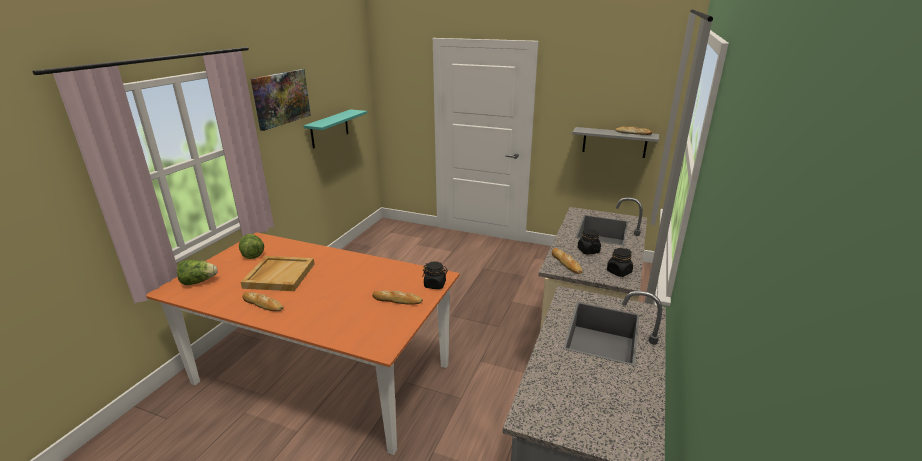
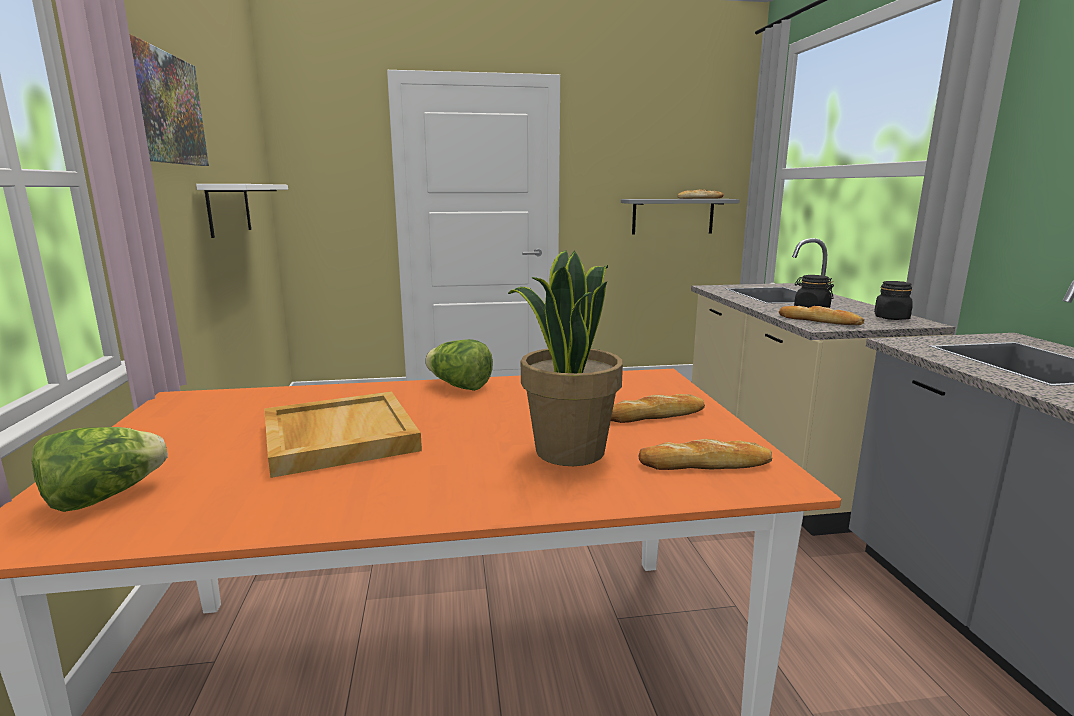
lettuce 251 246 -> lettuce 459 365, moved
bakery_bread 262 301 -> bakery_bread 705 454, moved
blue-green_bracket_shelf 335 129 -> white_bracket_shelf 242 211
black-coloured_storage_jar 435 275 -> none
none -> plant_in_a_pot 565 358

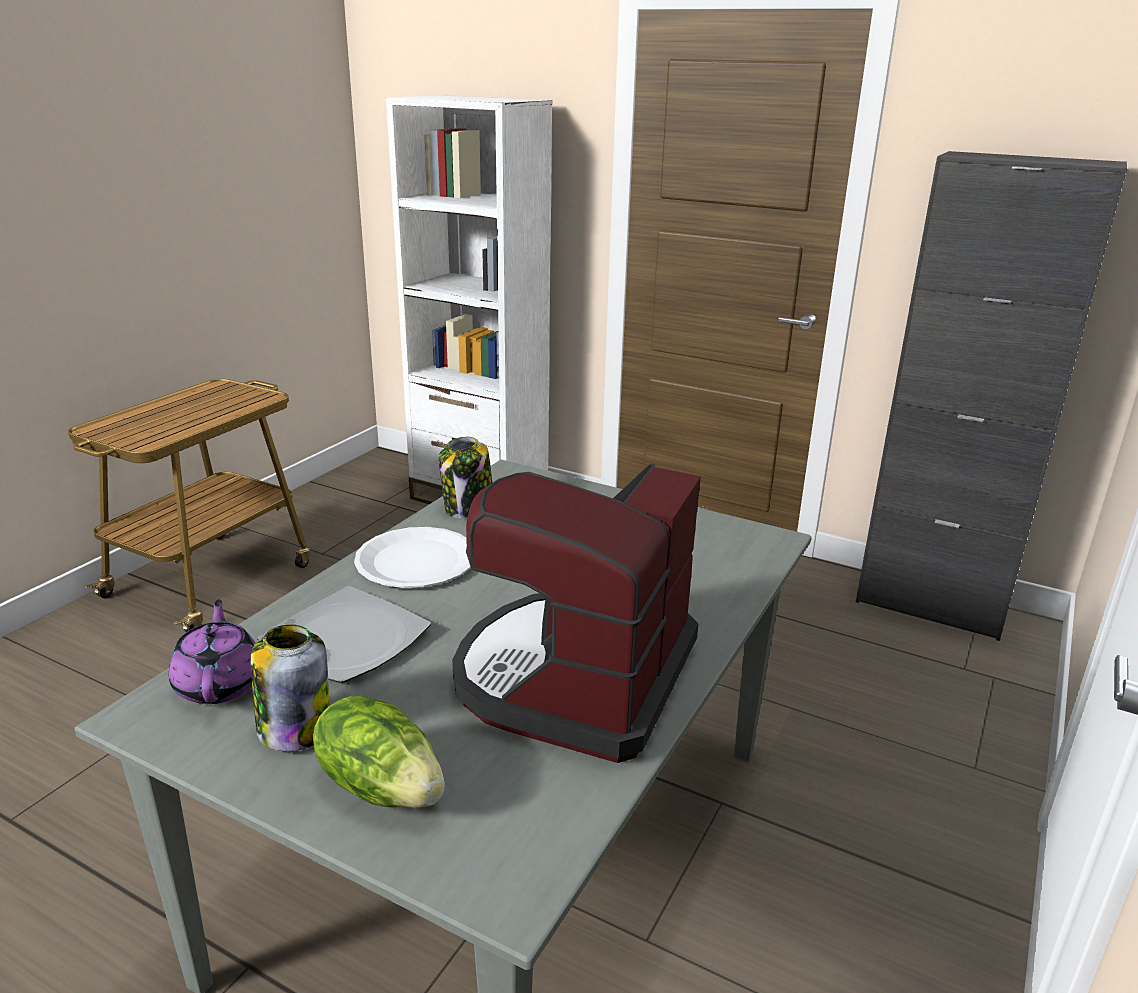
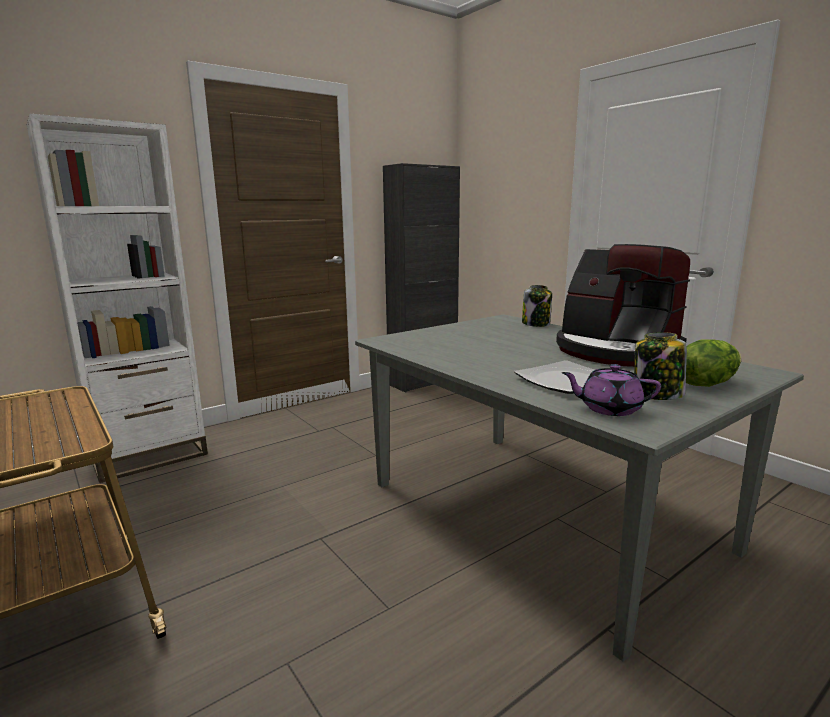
white_flat_dish 412 557 -> none
storage_jar 465 477 -> storage_jar 537 306, moved

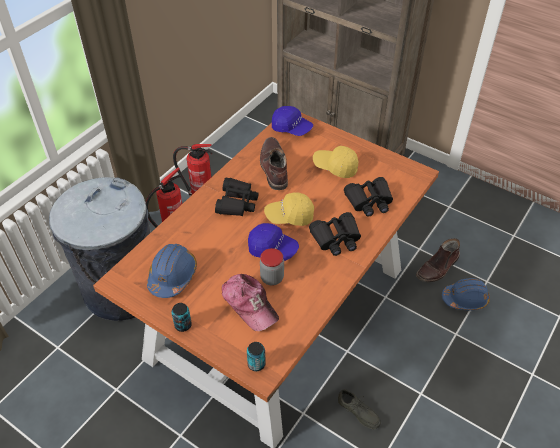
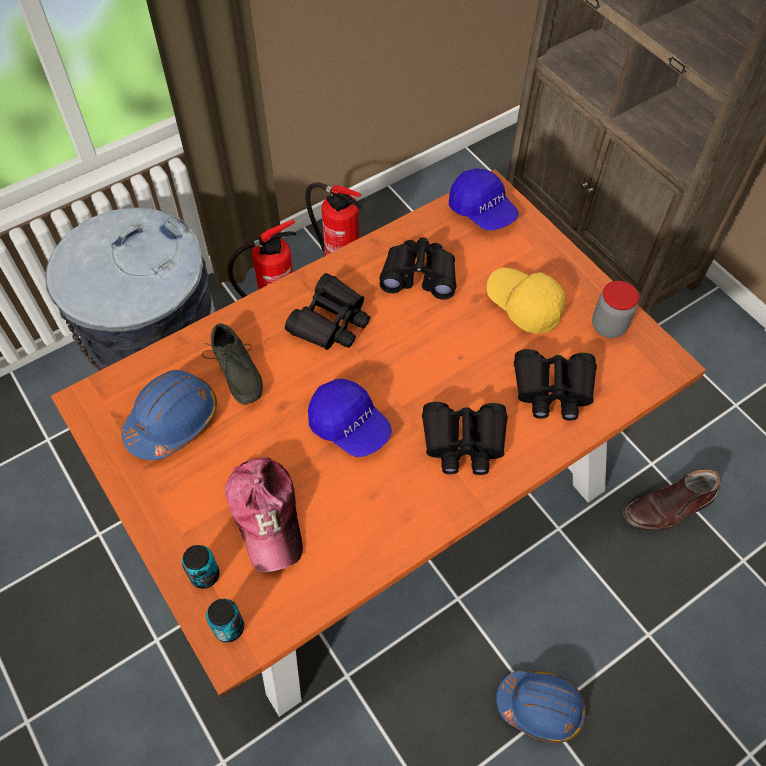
can 181 317 -> can 201 567, moved
brownish_high-top_boot 274 163 -> black-coloured_binoculars 417 268
storage_jar 272 266 -> storage_jar 616 309, moved
yellowish_peaked_cap 289 209 -> none
grey_item_of_footwear 359 409 -> grey_item_of_footwear 232 364, moved
blue-coloured_hard_hat 466 294 -> blue-coloured_hard_hat 541 707, moved

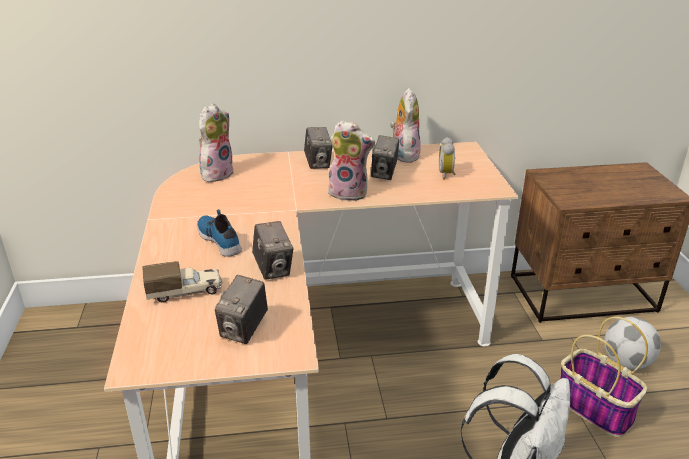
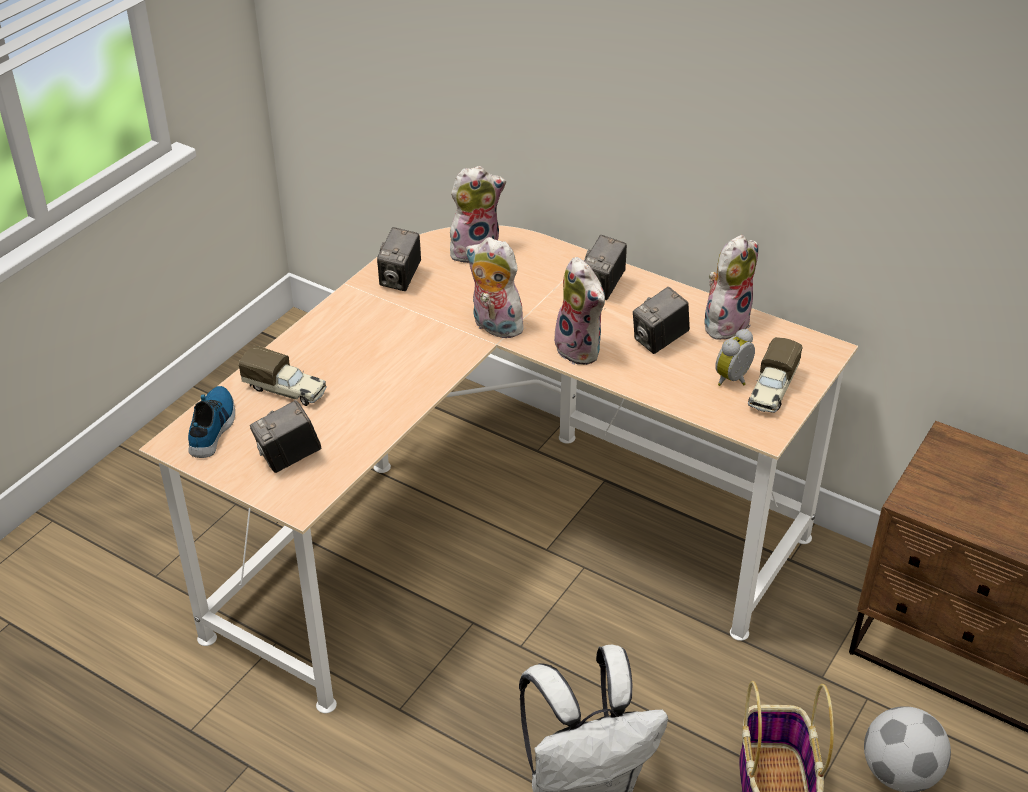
item_of_footwear 219 233 -> item_of_footwear 211 422, moved
still_camera 272 250 -> still_camera 399 259, moved
none -> cuddly_toy 498 287
none -> toy_truck 775 375

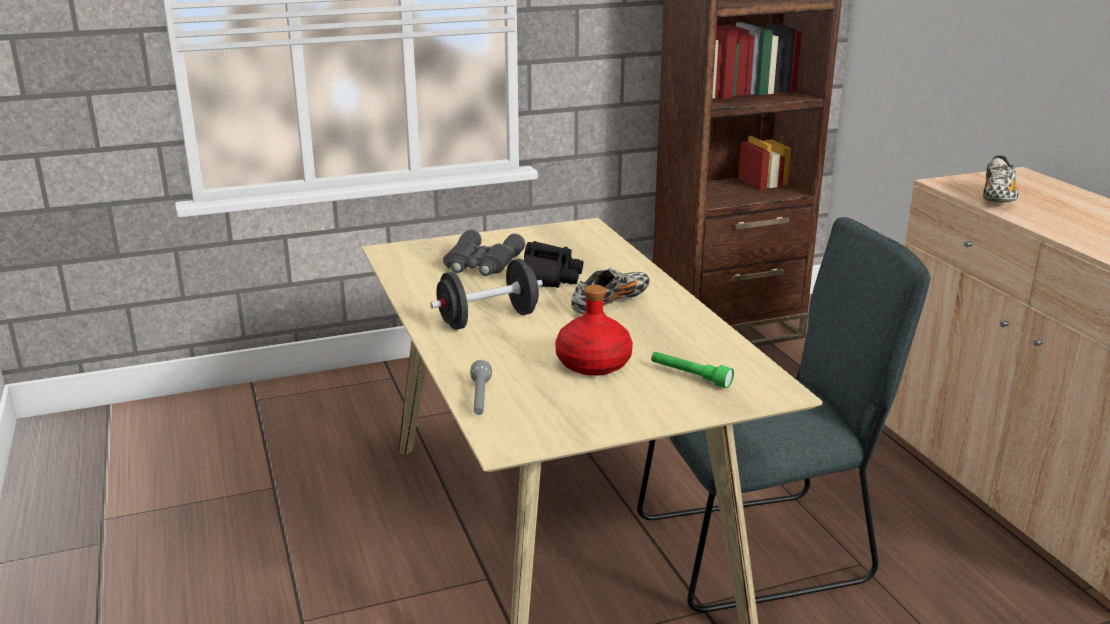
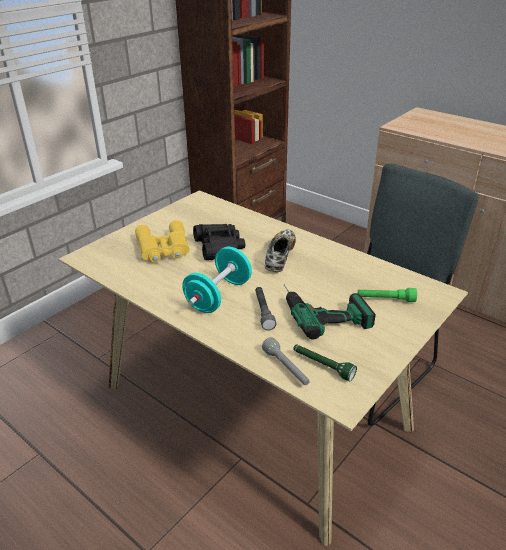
black-coloured_dumbbell 486 294 -> blue-green_dumbbell 217 280
grey_binoculars 484 252 -> yellowish_binoculars 162 241
red-coloured_drink_bottle 594 330 -> drill 330 312
item_of_footwear 1000 179 -> none
none -> grey_torch 265 309
none -> green-coloured_torch 325 363

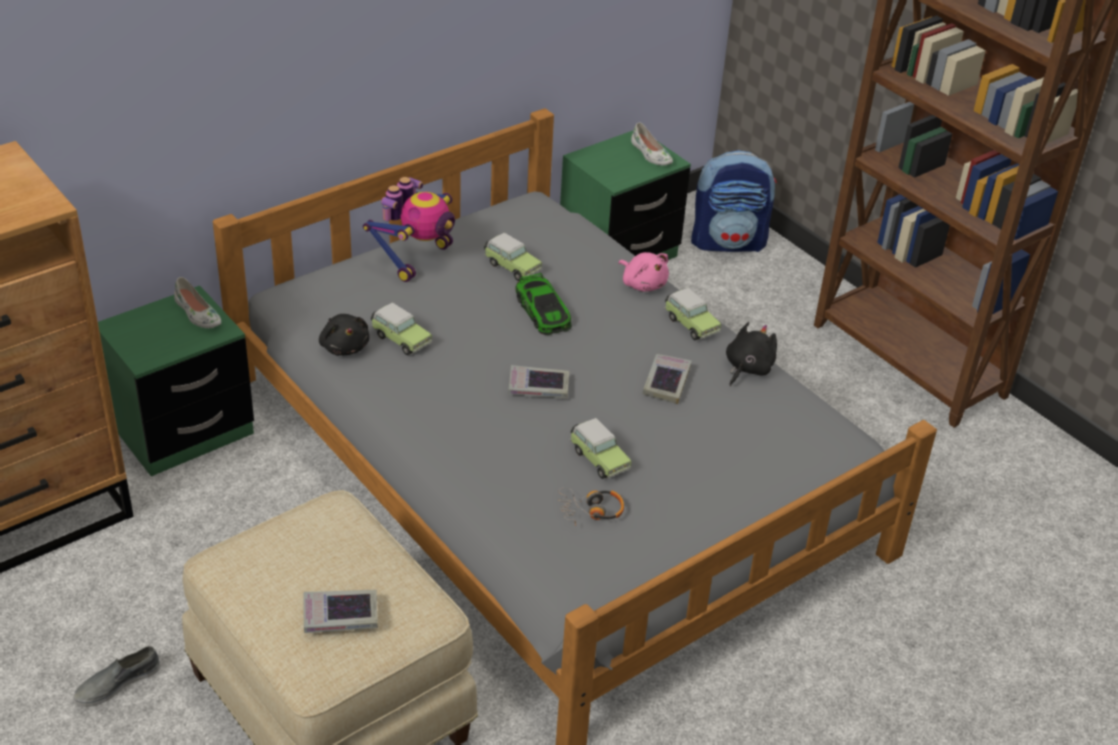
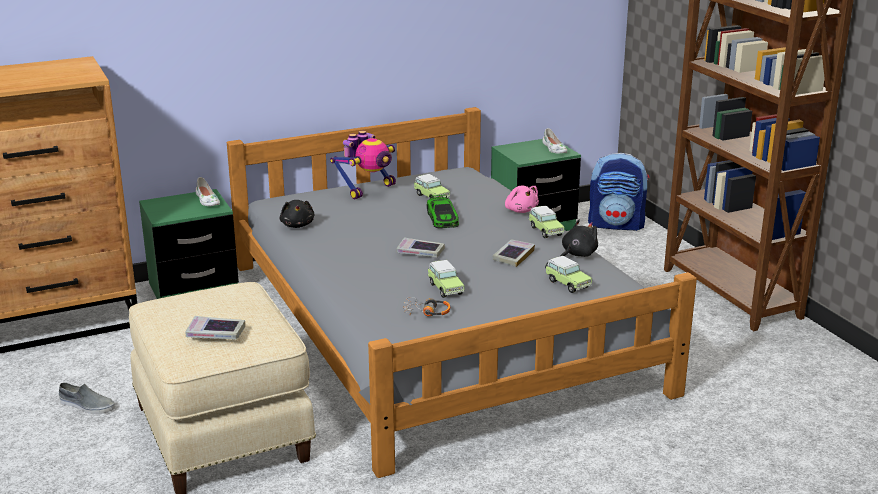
grey_item_of_footwear 117 676 -> grey_item_of_footwear 87 398, 135 degrees counterclockwise
model_car 401 329 -> model_car 568 274, moved

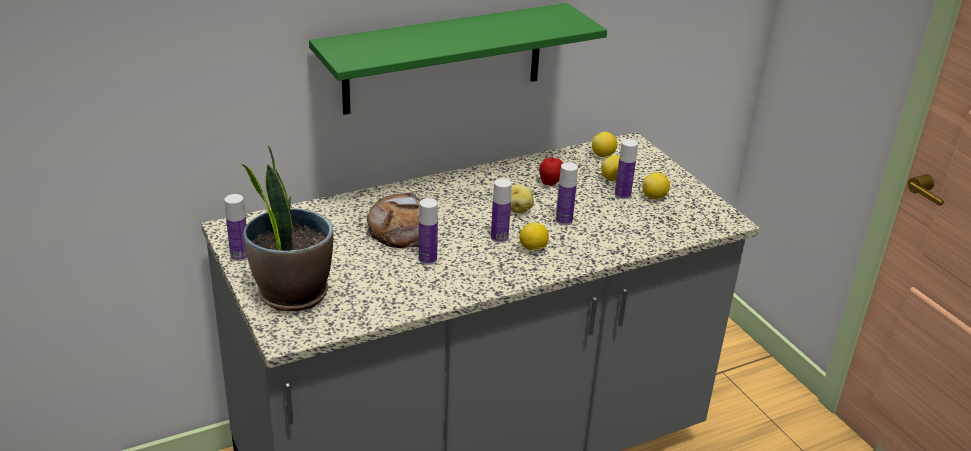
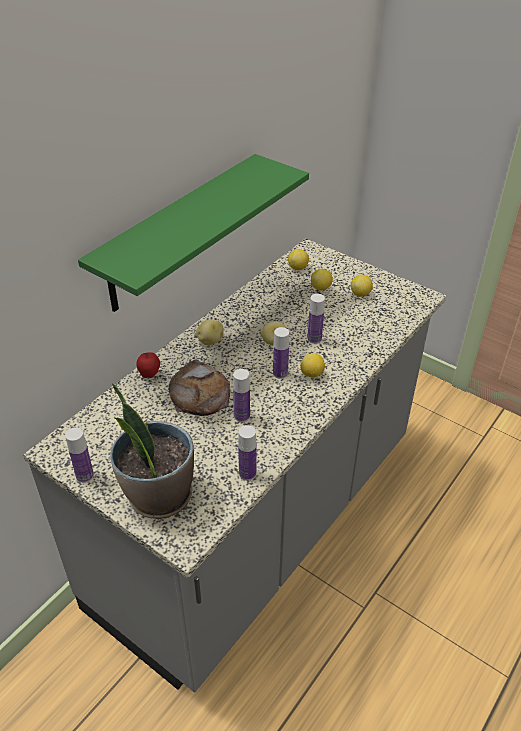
whole_apple 551 170 -> whole_apple 148 365, moved
drink_bottle 626 169 -> drink_bottle 247 452, moved
none -> whole_potato 210 332

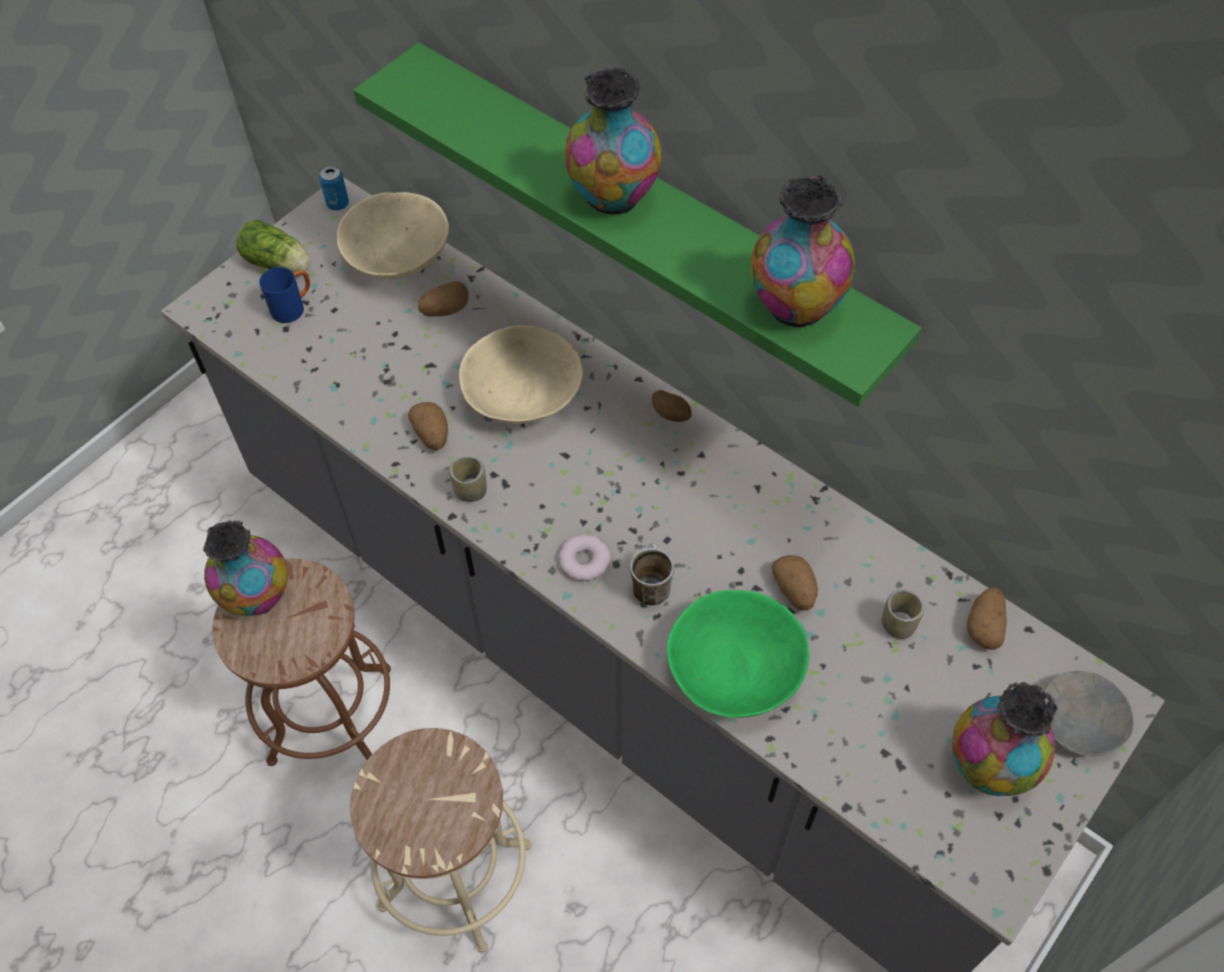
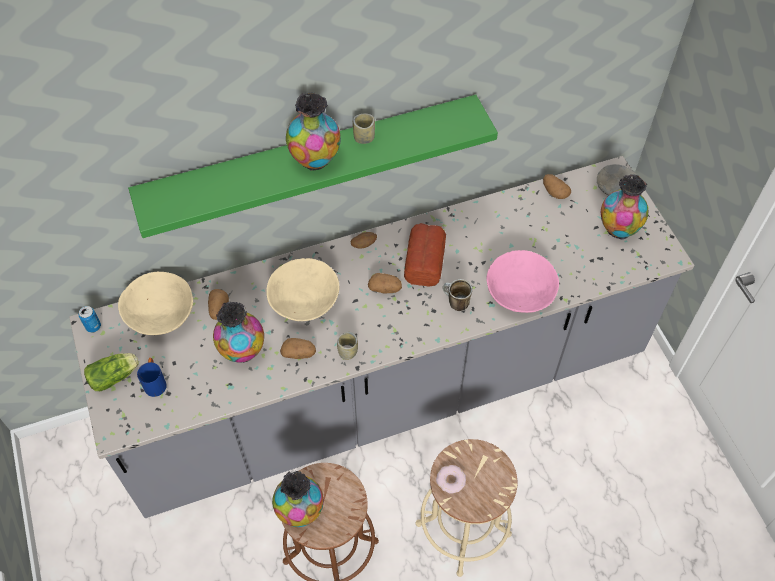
doughnut 585 557 -> doughnut 451 479, moved
green-coloured_bowl 738 653 -> pink_bowl 522 281
vase 803 253 -> vase 238 332, moved
whole_potato 795 583 -> whole_potato 385 283, moved
drinking_cup 903 614 -> drinking_cup 364 129, moved
none -> bakery_bread 425 255

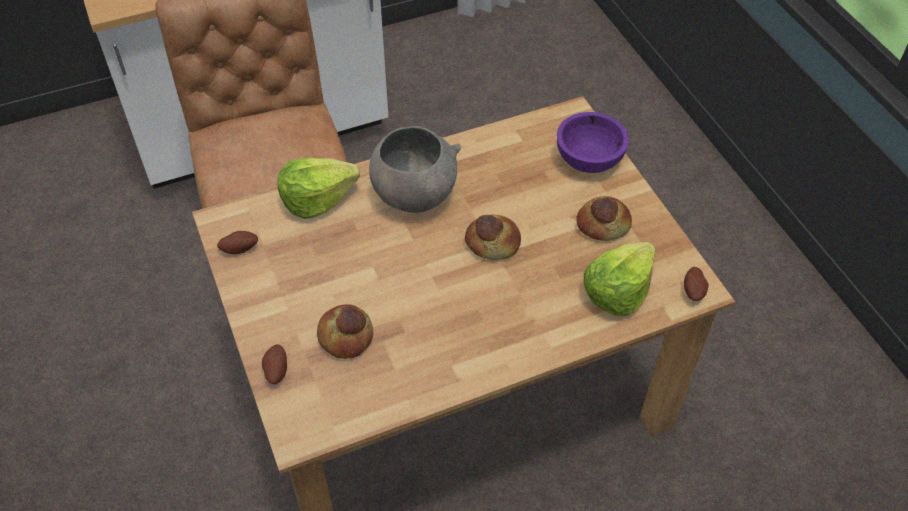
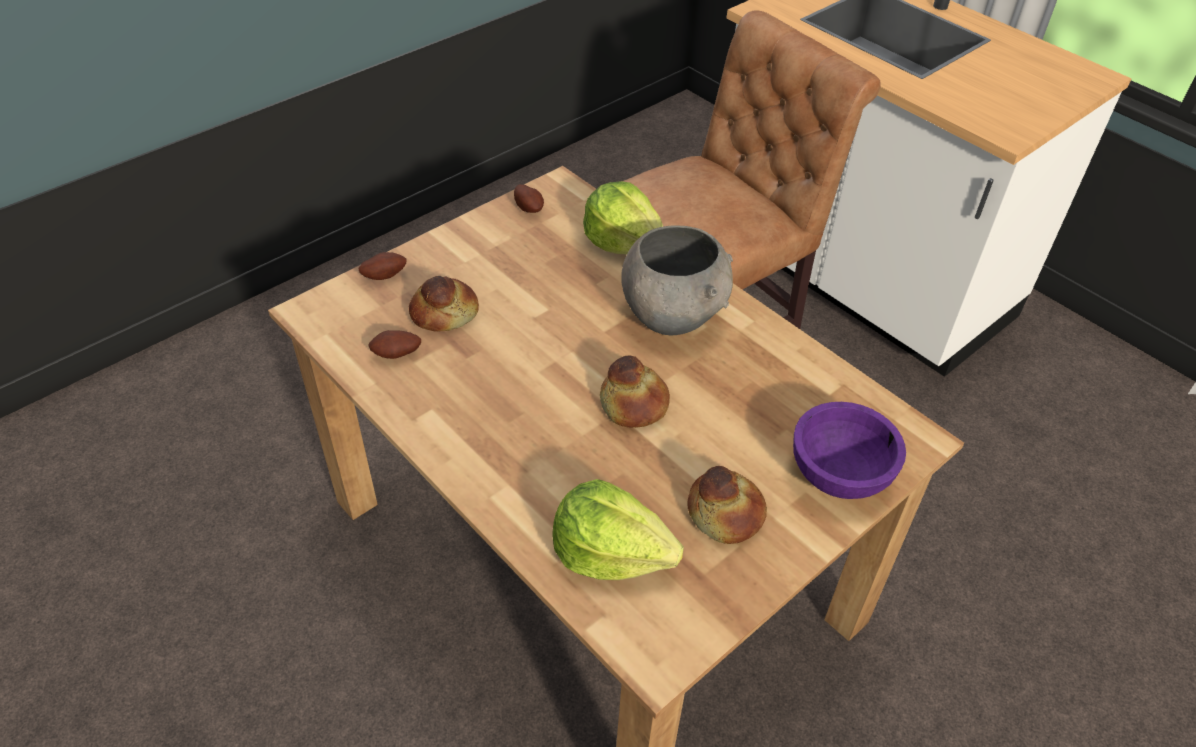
whole_potato 696 284 -> whole_potato 394 344, moved

